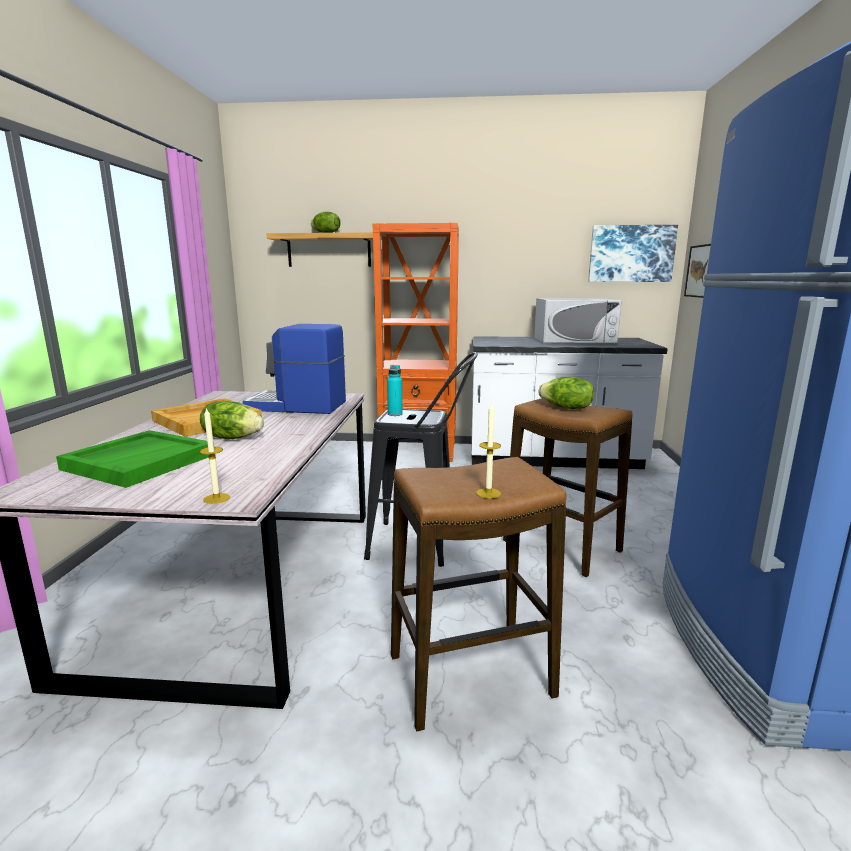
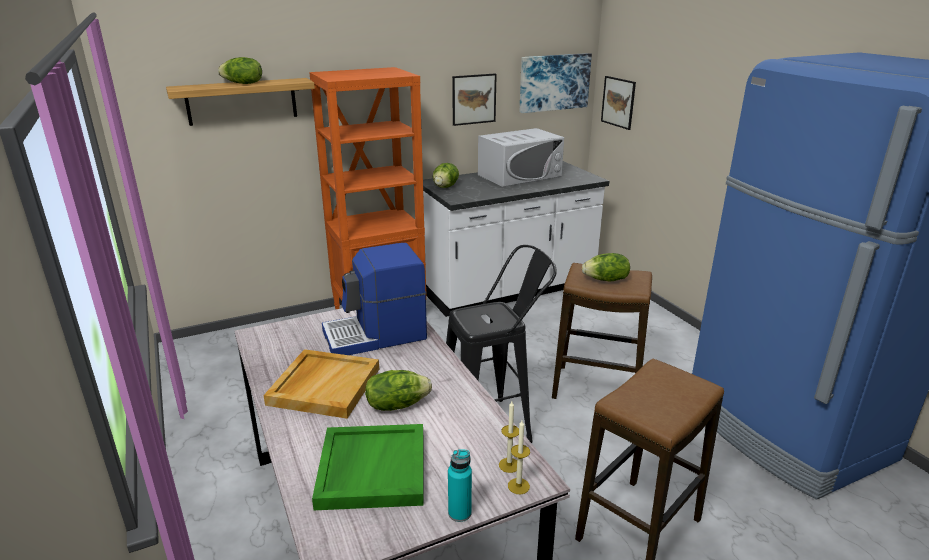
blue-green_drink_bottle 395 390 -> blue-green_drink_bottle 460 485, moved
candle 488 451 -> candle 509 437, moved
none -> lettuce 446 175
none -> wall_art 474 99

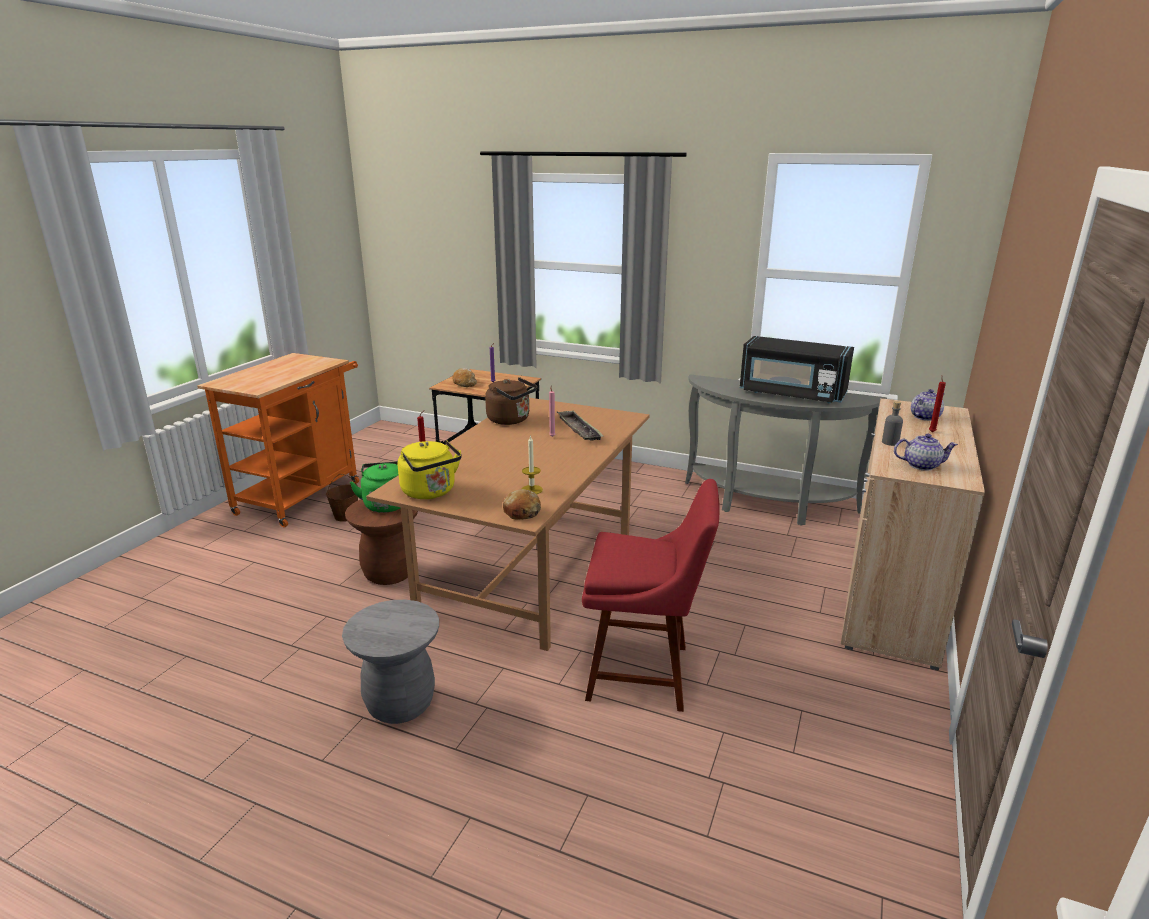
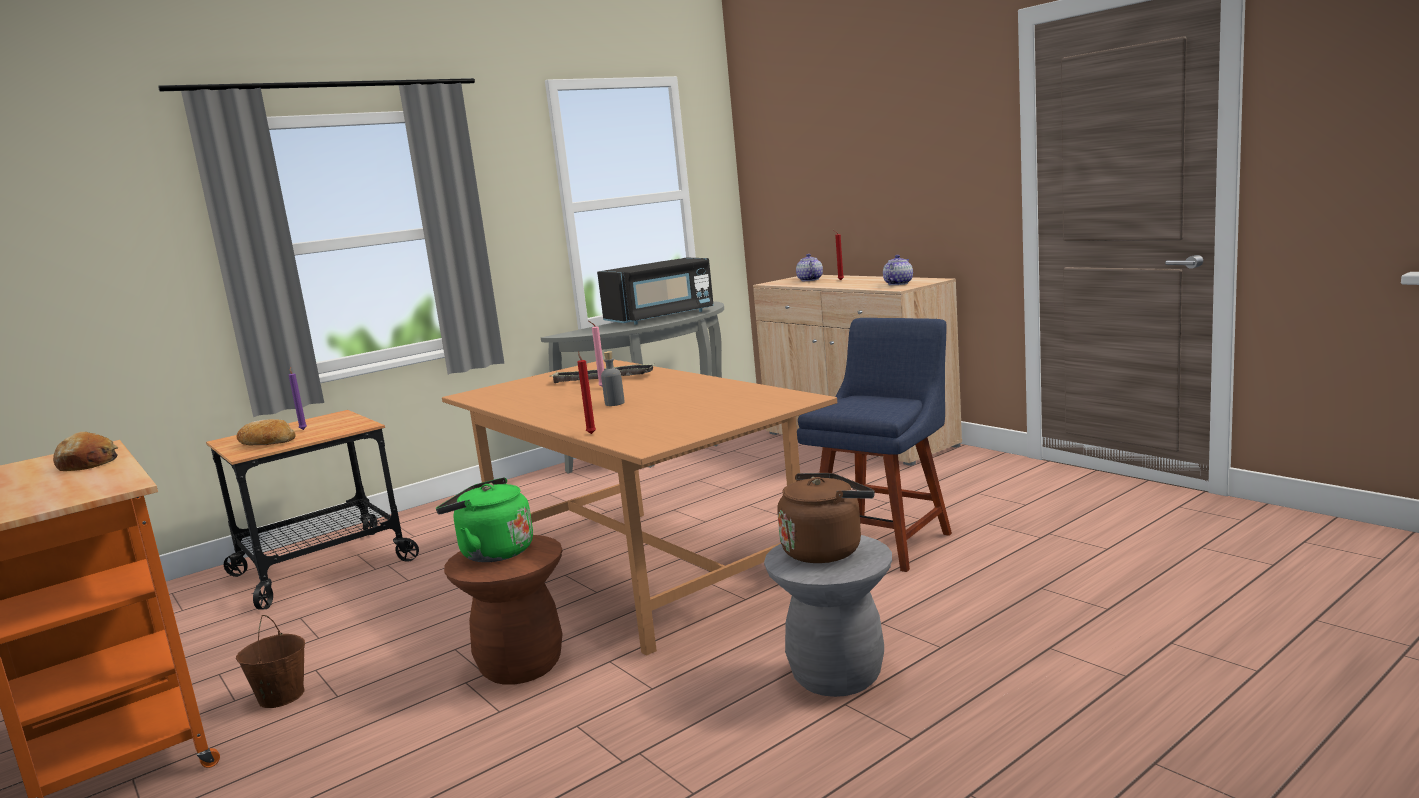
yellowish_water_kettle 430 469 -> none
brownish_water_kettle 511 401 -> brownish_water_kettle 826 518, moved
bakery_bread 522 504 -> bakery_bread 85 451, moved
candle 532 464 -> none
red-coloured_upright_chair 651 595 -> blue-coloured_upright_chair 874 445
grey_drink_bottle 892 423 -> grey_drink_bottle 613 378, moved

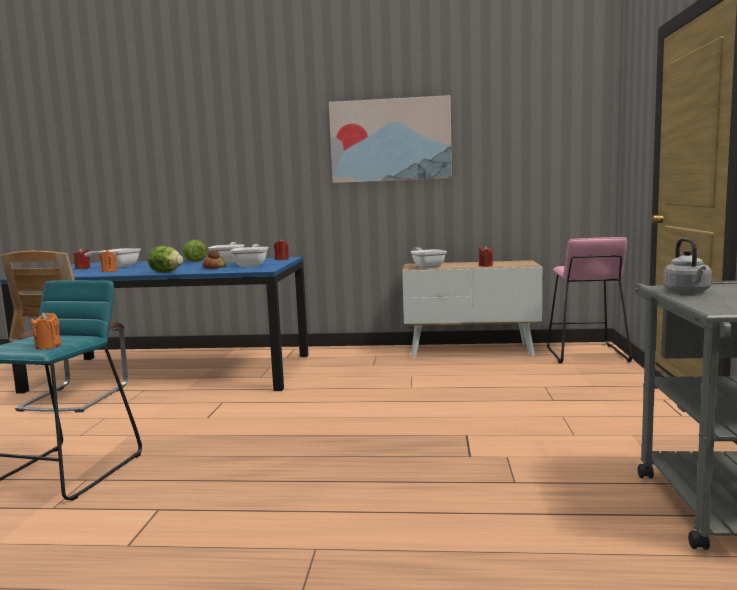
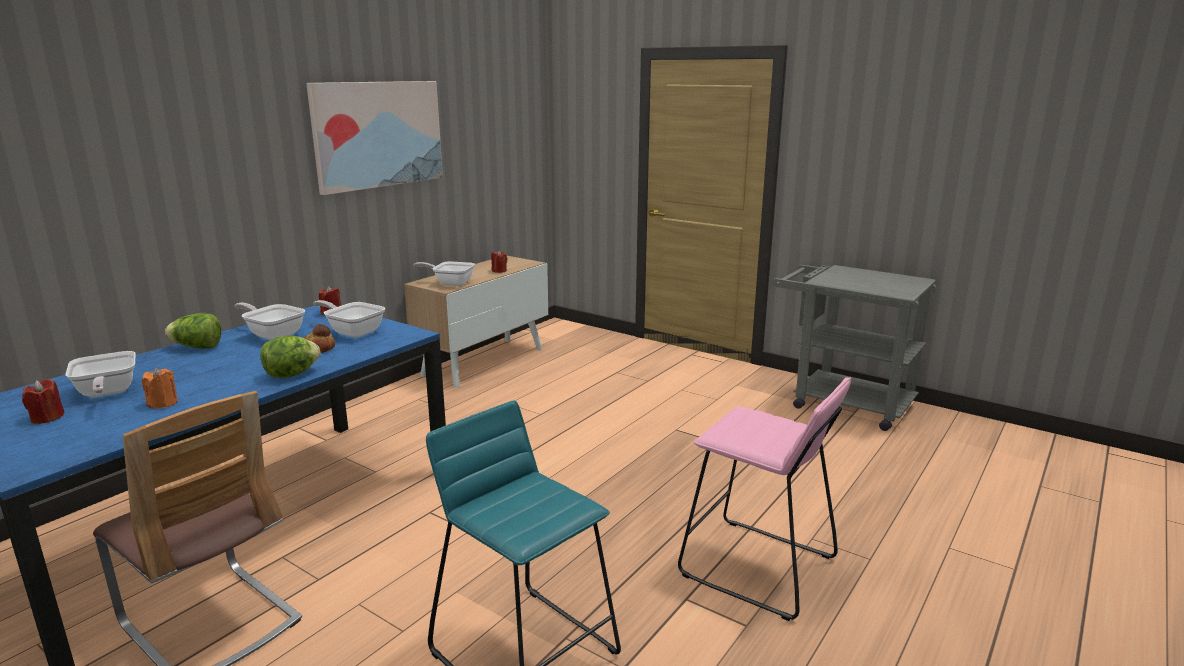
orange_candle 46 331 -> none
pink_sitting_stool 589 300 -> pink_sitting_stool 764 499, moved
grey_water_kettle 687 266 -> none

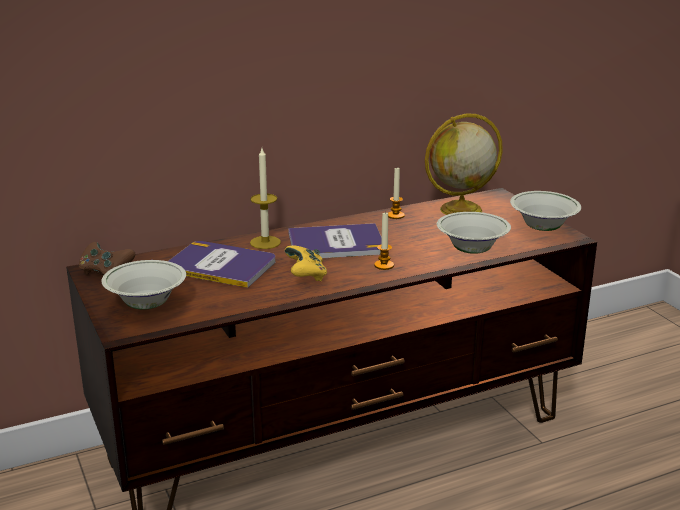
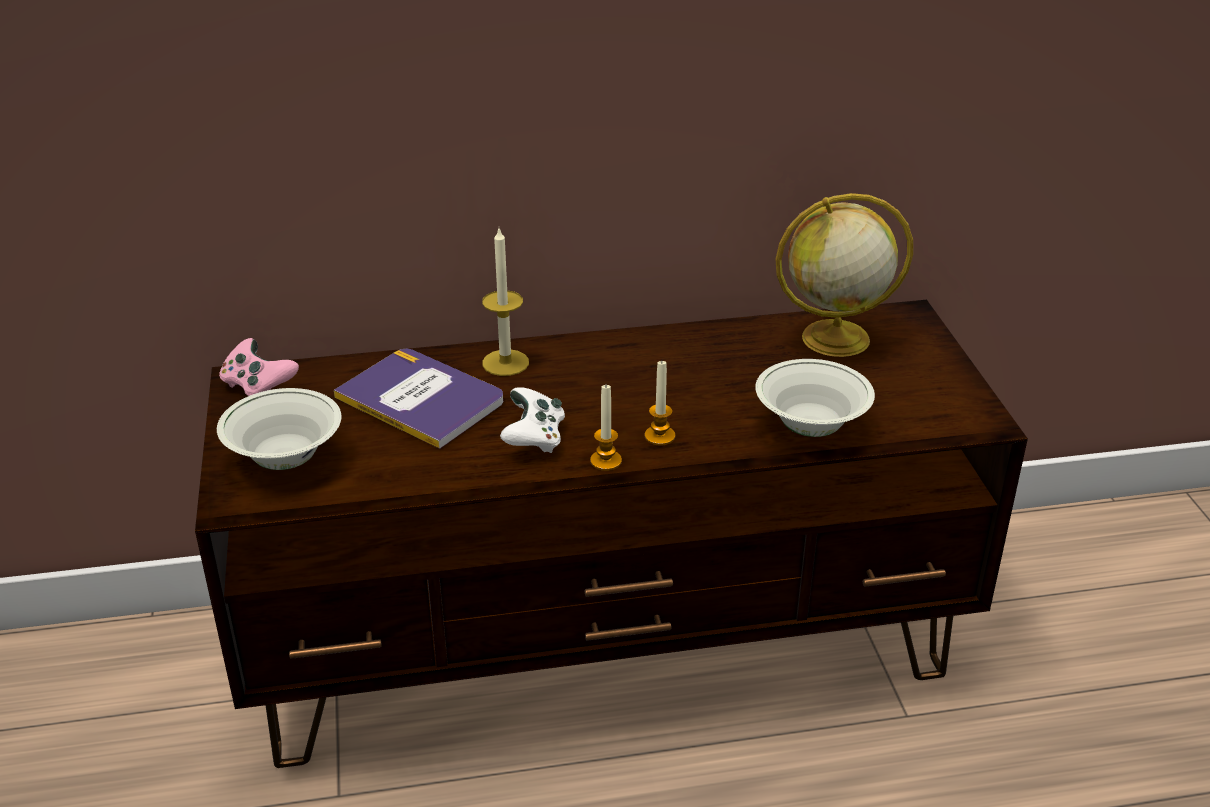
brownish_joypad 107 258 -> pink_joypad 259 367
yellowish_joypad 305 263 -> white_joypad 532 420
volume 335 240 -> none
candle 396 193 -> candle 606 428, moved
white_bowl 545 211 -> none

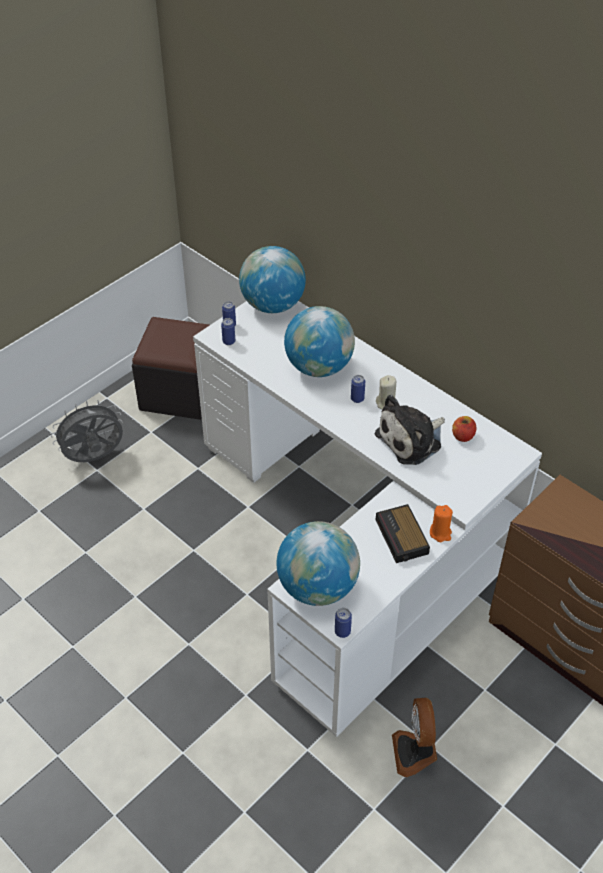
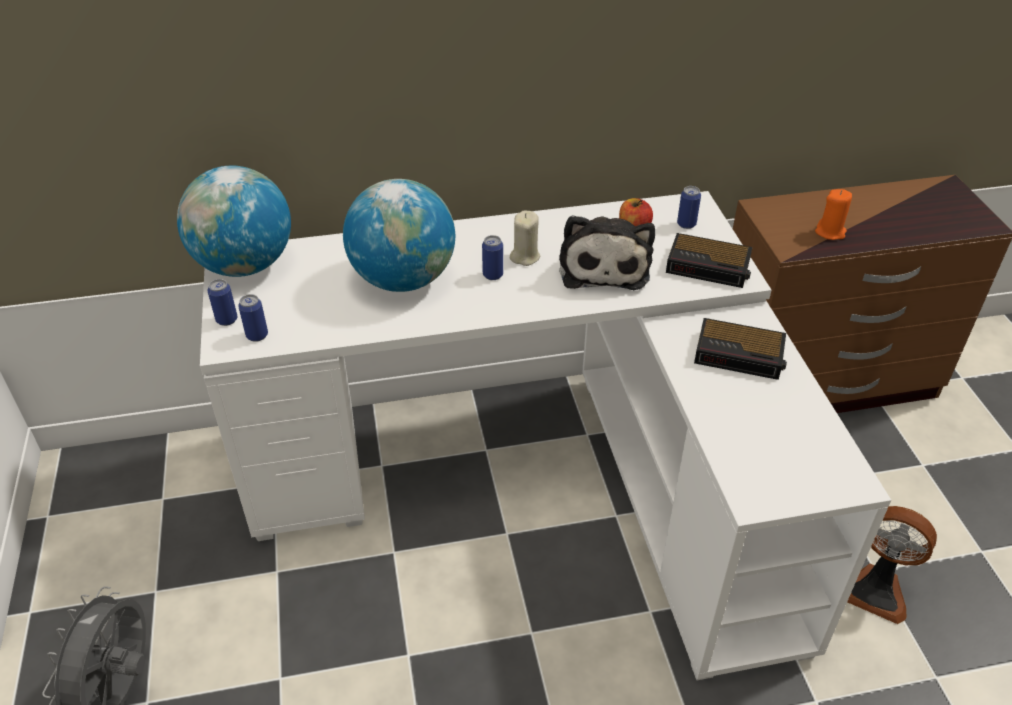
black-coloured_pouffe 171 368 -> none
world_globe 318 563 -> none
can 343 623 -> can 689 207, moved
orange_candle 441 523 -> orange_candle 833 214, moved
none -> alarm_clock 709 260

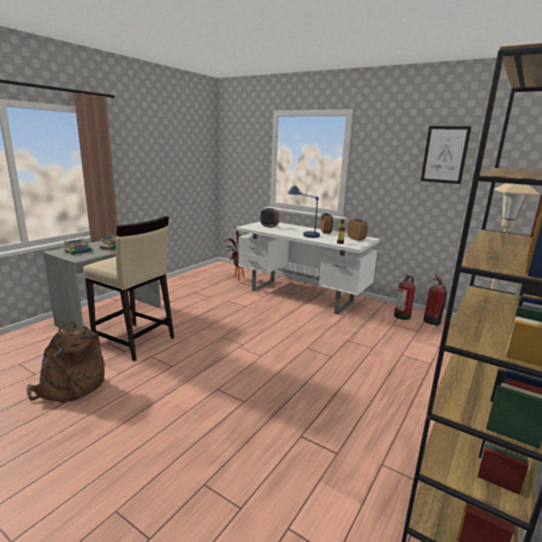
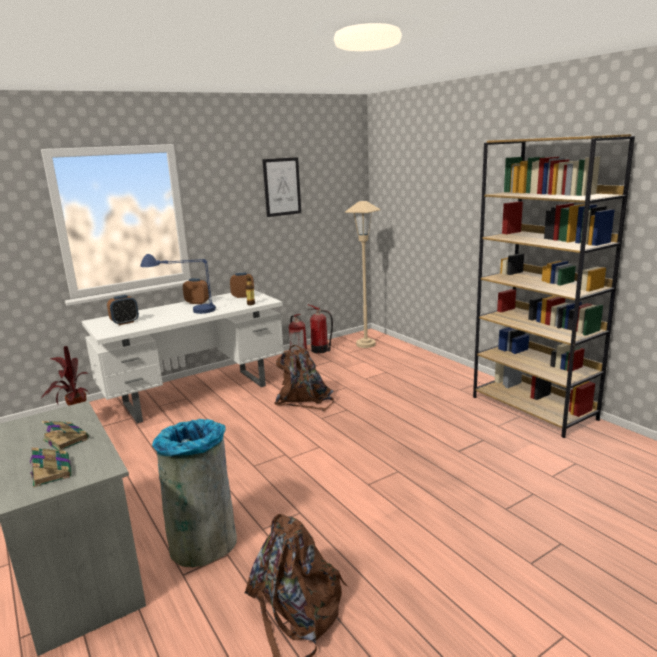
sand-coloured_sitting_stool 128 288 -> grey_waste_bin 194 493
none -> brownish_rucksack 304 378

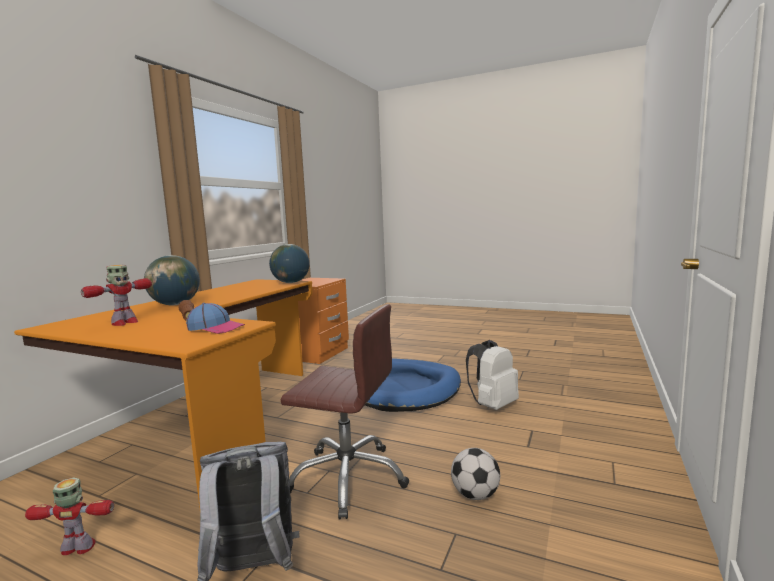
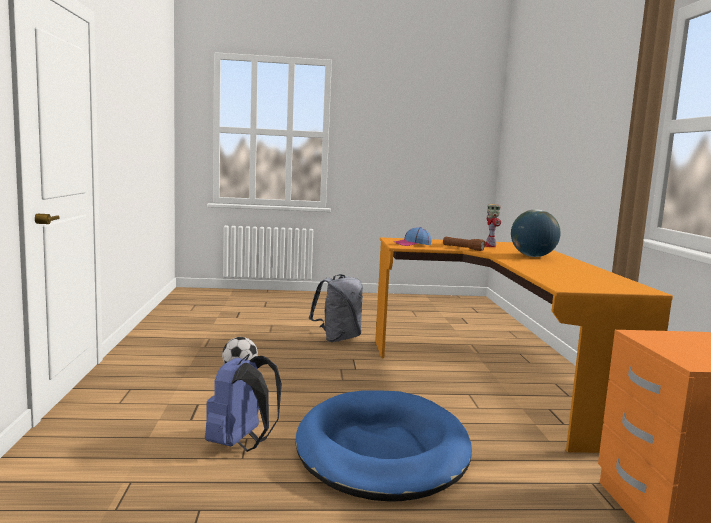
model_robot 69 516 -> none
world_globe 289 263 -> none
brownish_office_chair 345 411 -> none
white_rucksack 492 375 -> blue-coloured_rucksack 243 403

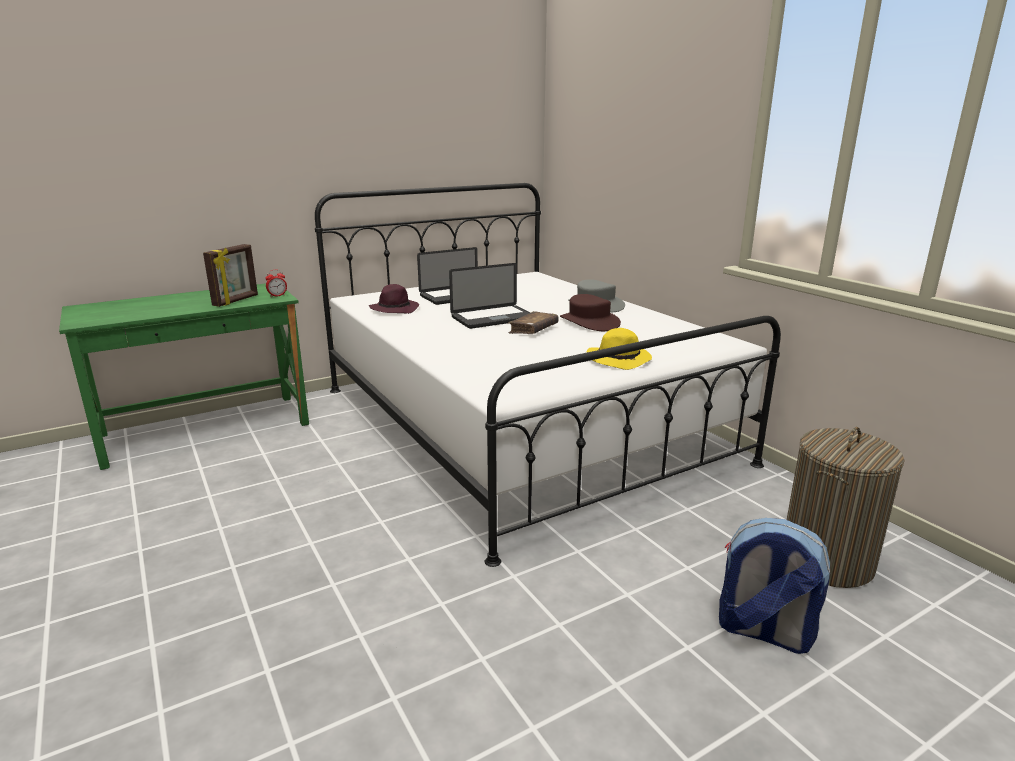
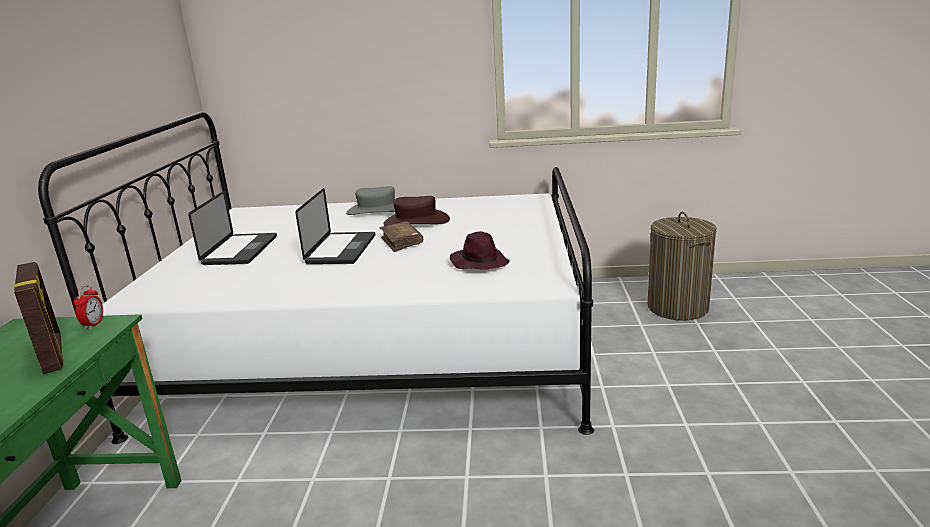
purplish_hat 394 299 -> purplish_hat 479 250, moved
yellowish_hat 619 349 -> none
rucksack 774 586 -> none

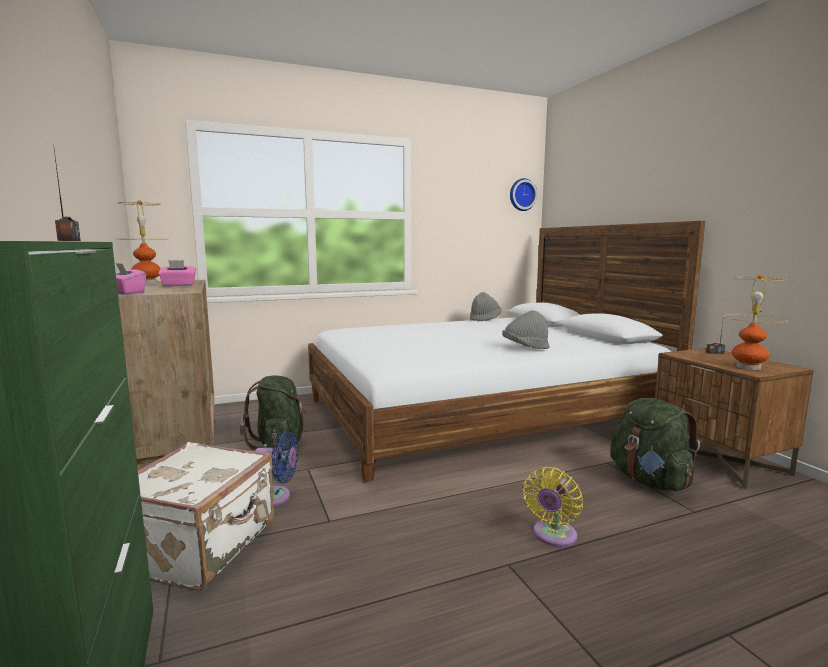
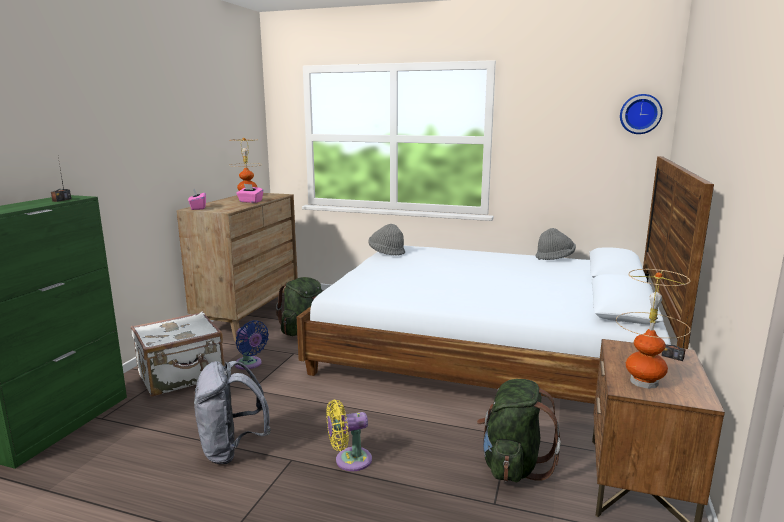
grey_hat 526 329 -> grey_hat 386 240, moved
none -> grey_rucksack 232 412

